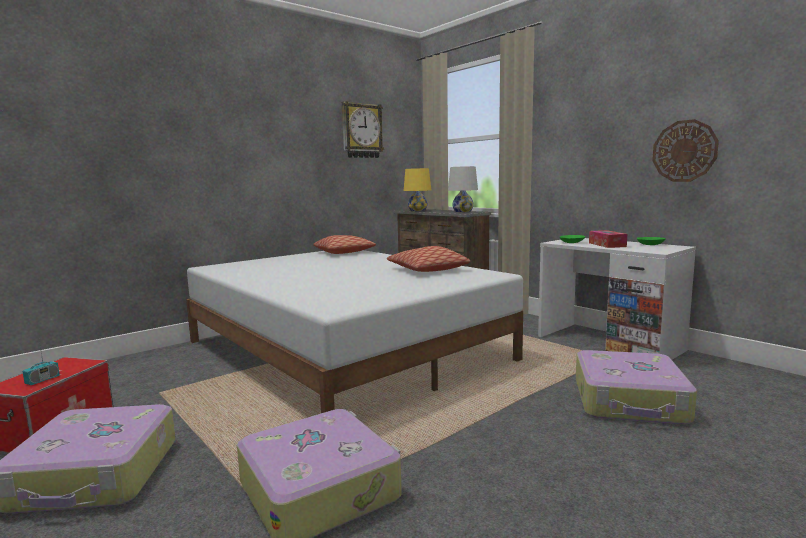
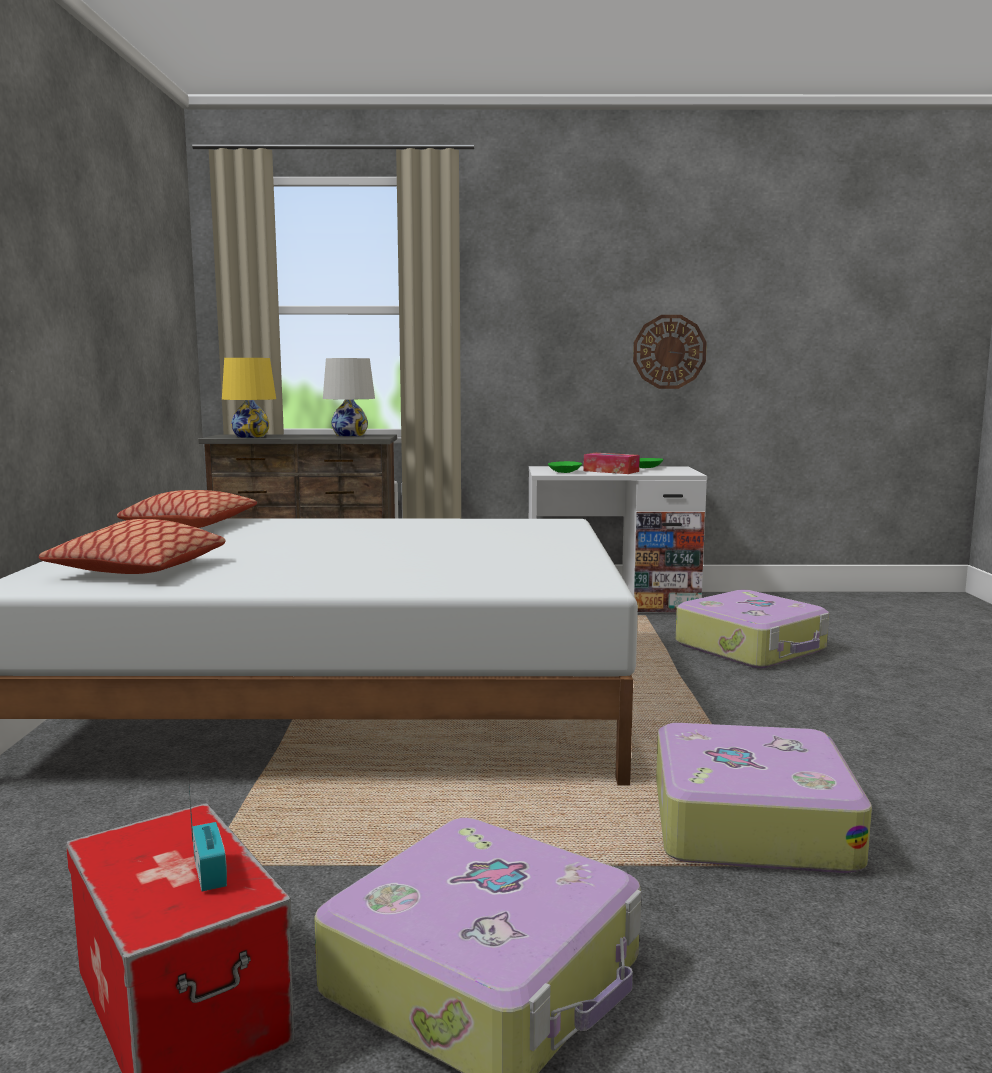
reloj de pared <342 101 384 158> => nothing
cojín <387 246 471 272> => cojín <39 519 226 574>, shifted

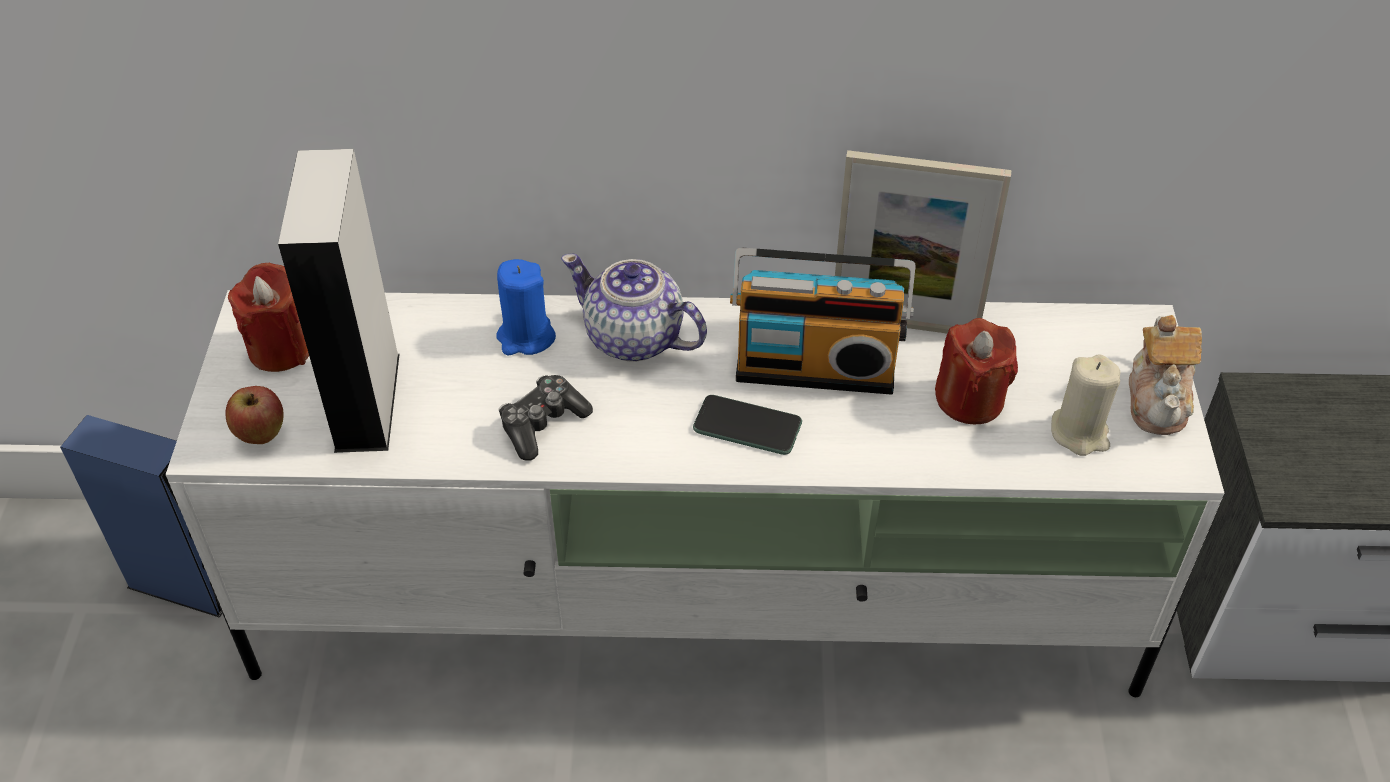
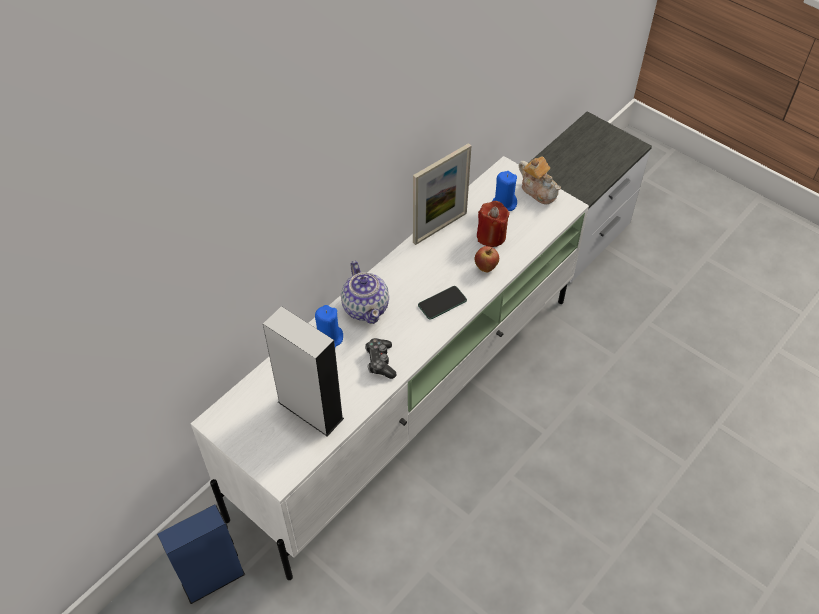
radio <730 248 916 395> => nothing
tetera <561 254 707 362> => tetera <341 261 389 324>, 90 degrees counterclockwise
vela/rojo <228 263 309 372> => nothing
vela/beis <1051 354 1120 456> => nothing
manzana <225 386 284 444> => manzana <475 246 499 272>, shifted
nothing => vela/azul <492 171 517 211>

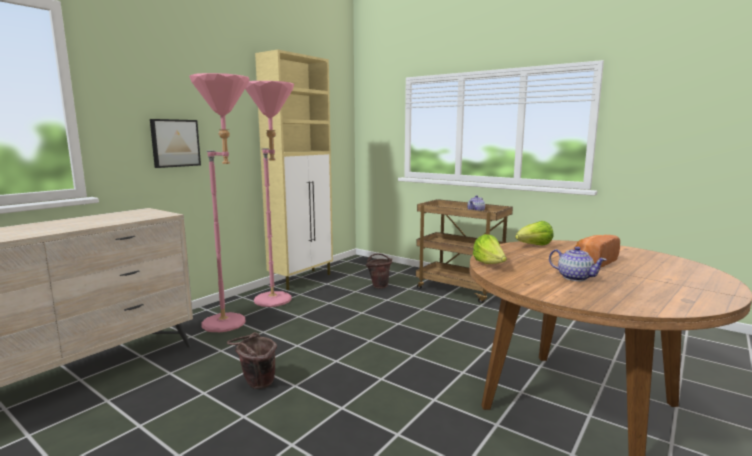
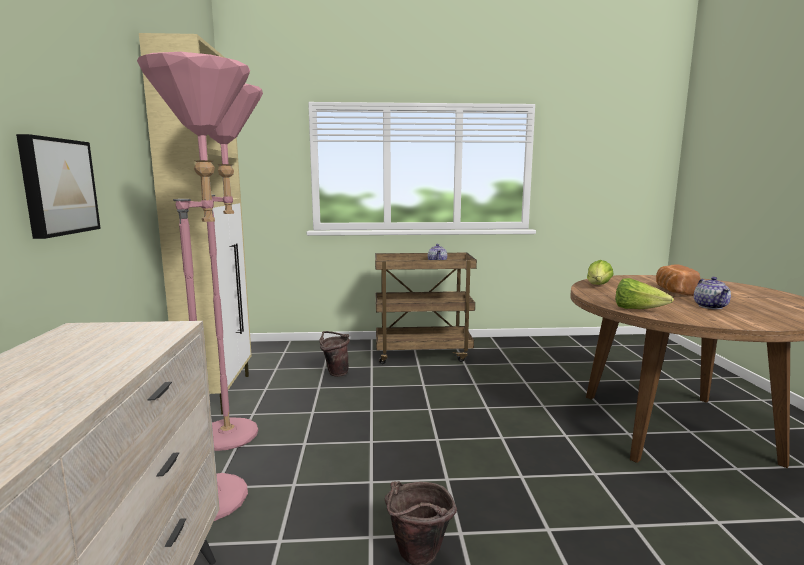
tetera <549 246 607 281> => tetera <694 277 731 309>, 90 degrees clockwise

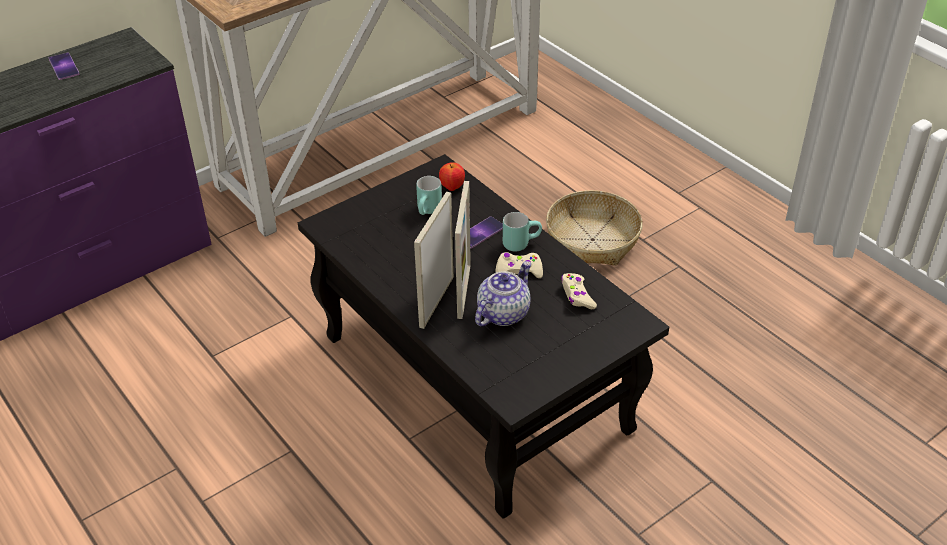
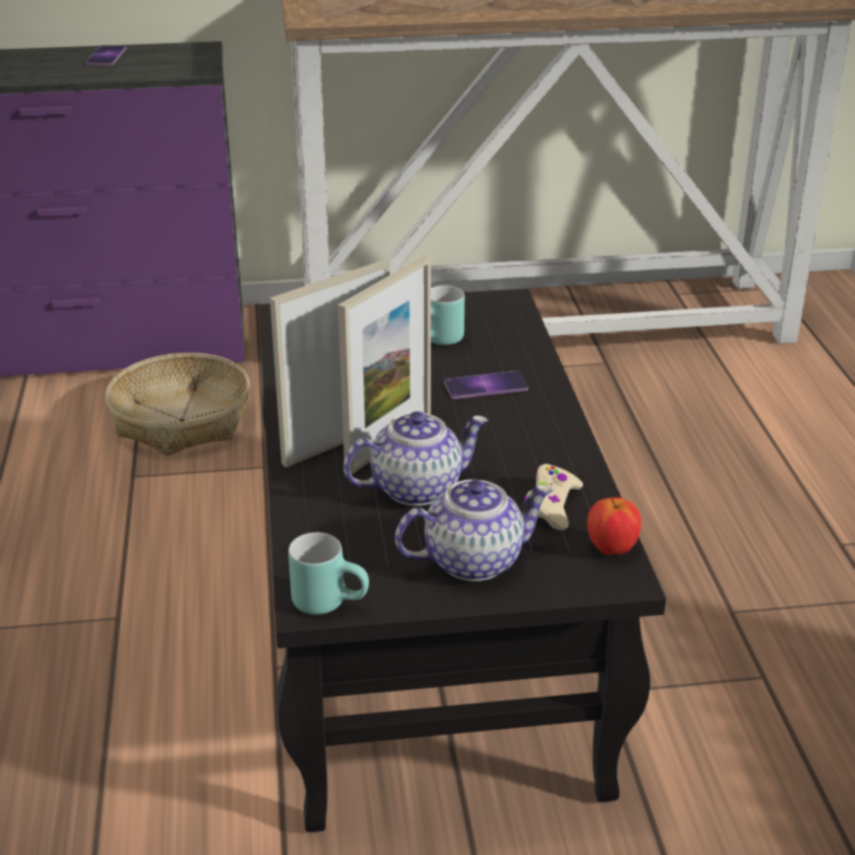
manzana <439 162 465 191> => manzana <587 497 641 556>, shifted
cesta <546 190 643 266> => cesta <106 353 250 456>, shifted
taza grande/turquesa <503 212 542 252> => taza grande/turquesa <288 532 369 615>, shifted
mando de consola/beis <495 252 543 278> => nothing
nothing => tetera <395 479 553 581>

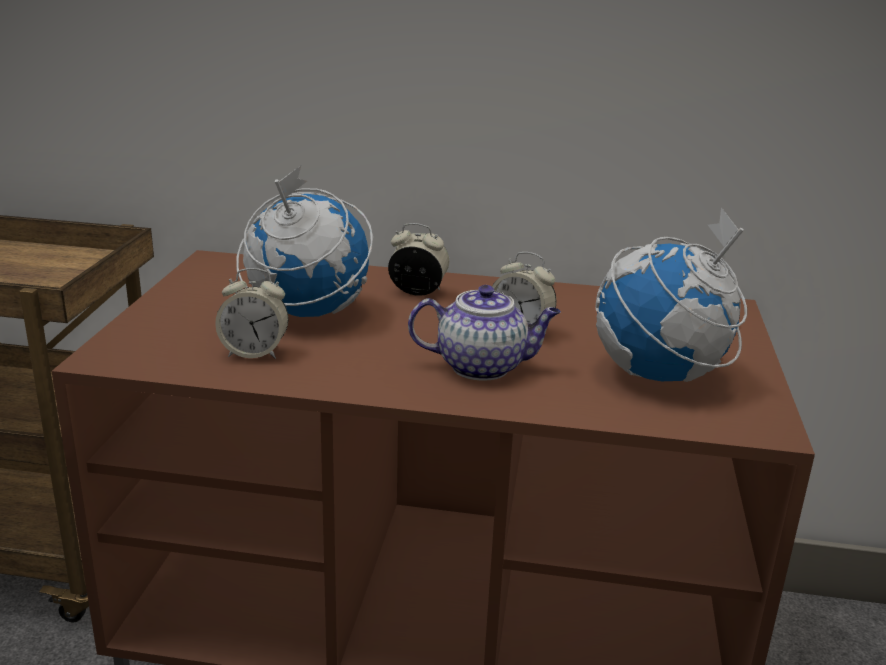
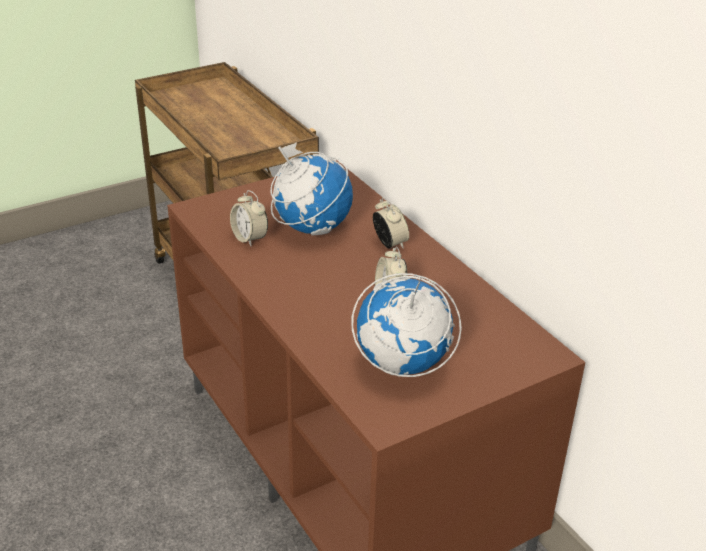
tetera <408 285 561 380> => nothing

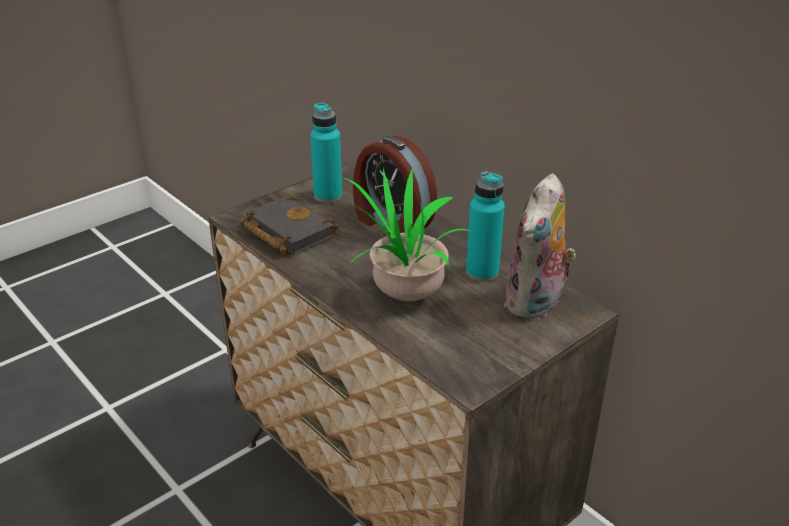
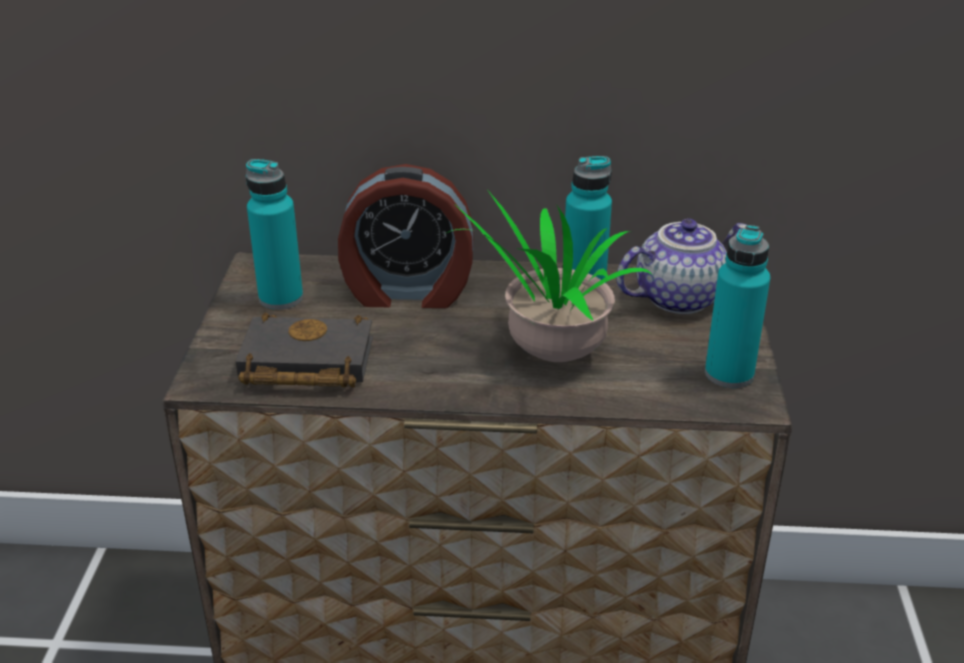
peluche <504 173 576 321> => tetera <617 219 747 314>
nothing => botella/turquesa <705 225 770 388>

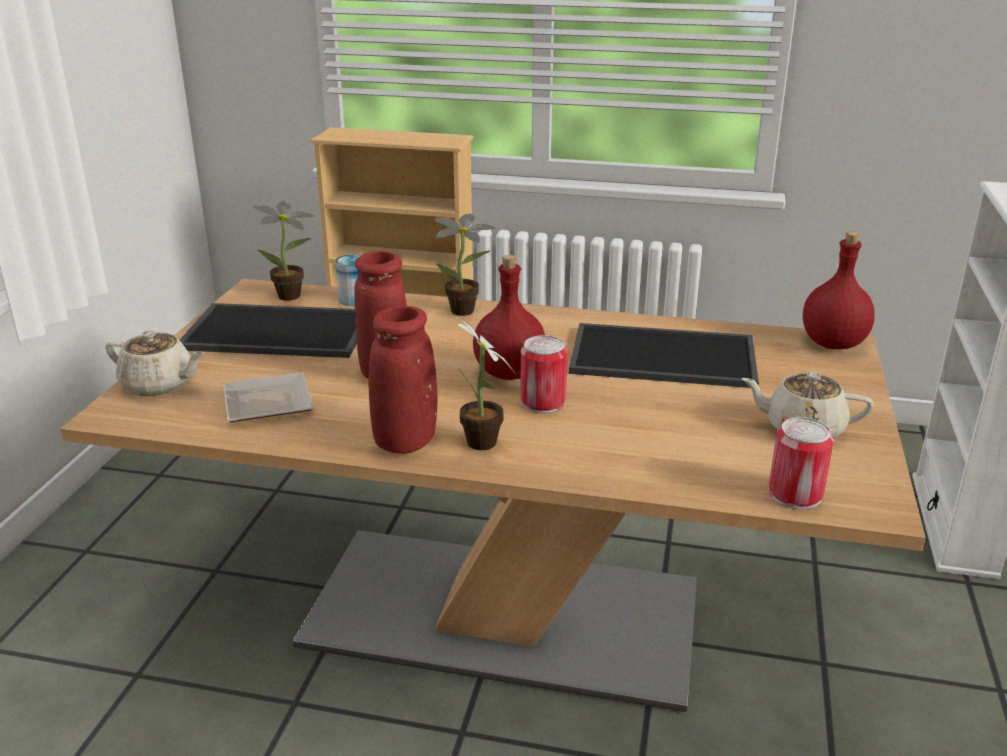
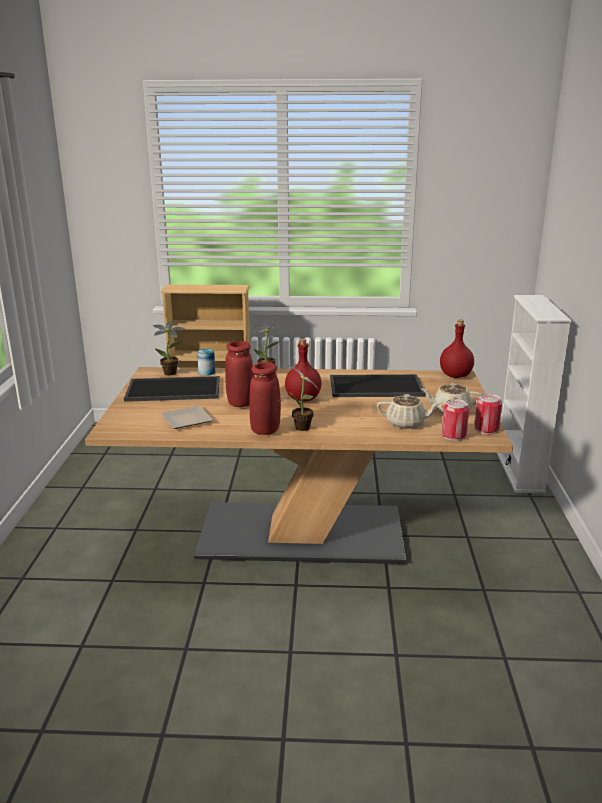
tetera/beis <105 331 205 396> => tetera/beis <377 394 441 429>, shifted
lata <520 335 568 413> => lata <474 394 502 434>, shifted

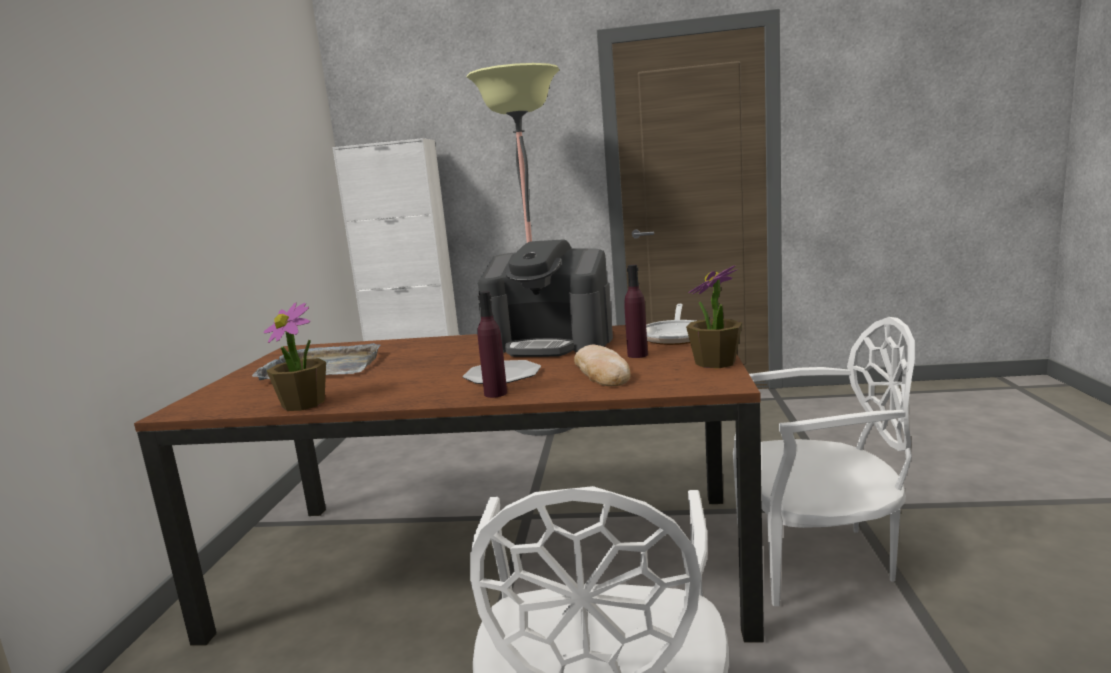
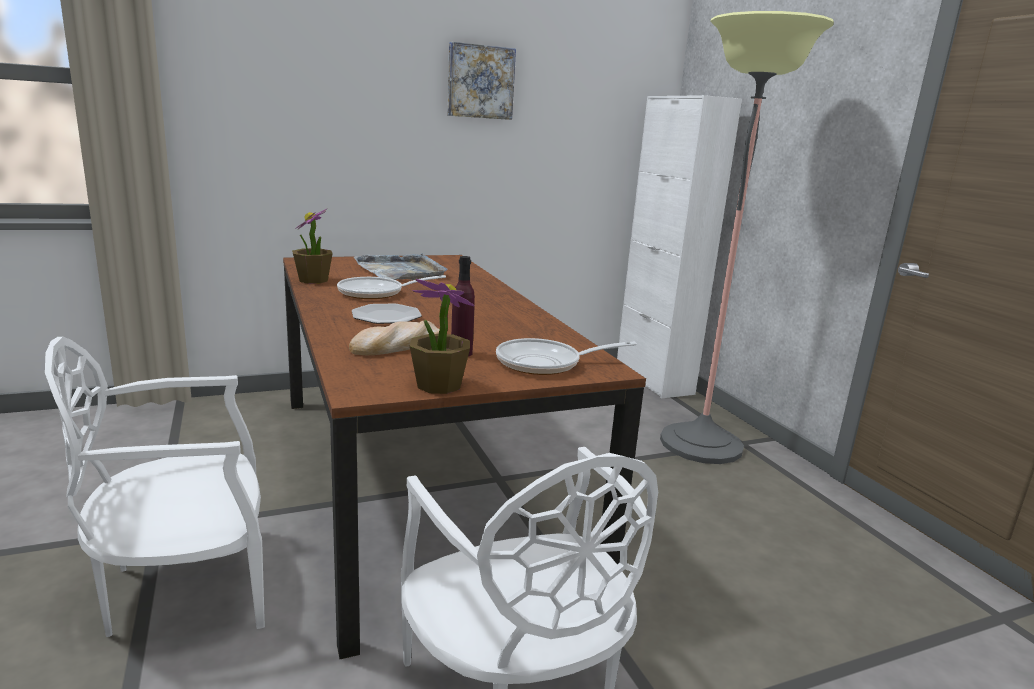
cafetera <478 239 613 357> => nothing
botella/morado <477 291 507 398> => nothing
nothing => cuadro <447 42 516 120>
nothing => sartén <337 275 446 299>

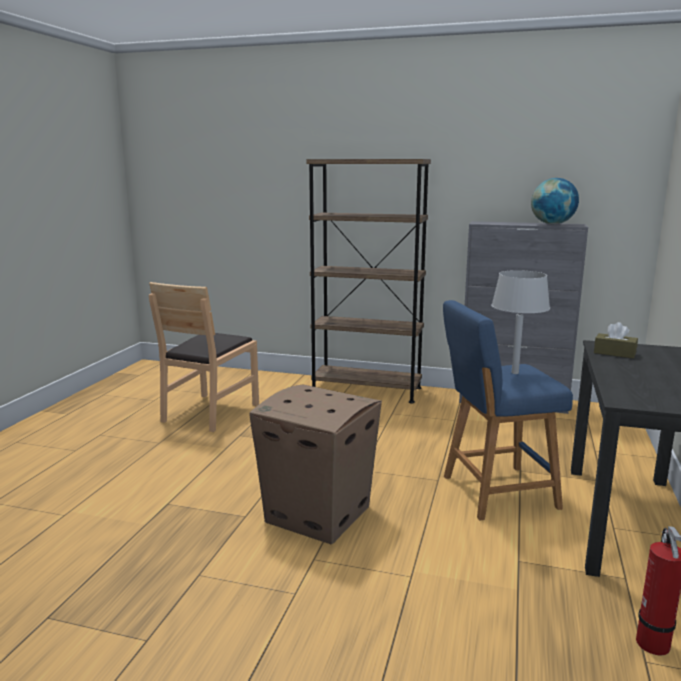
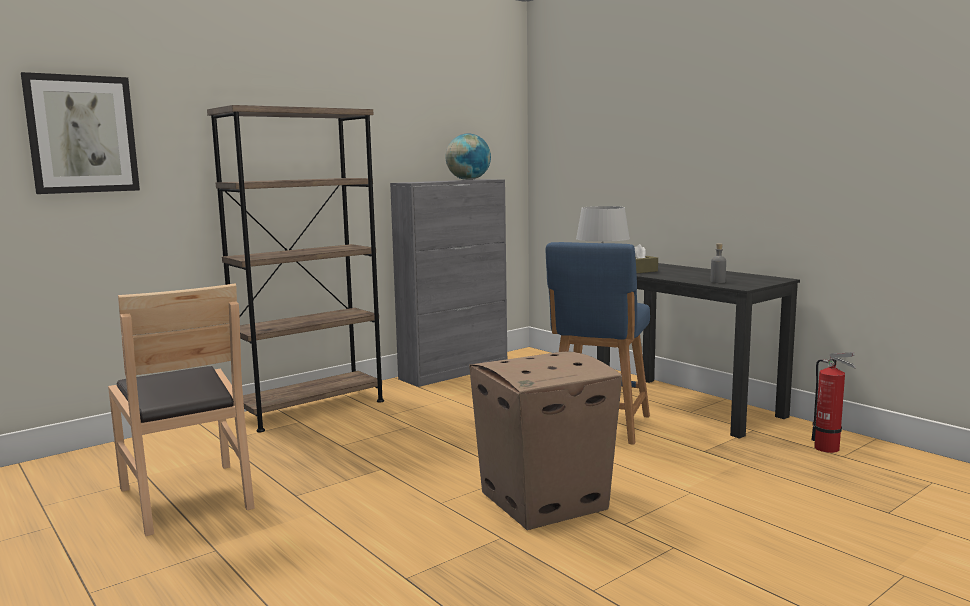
nothing => cuadro <21 72 140 194>
nothing => botella/gris <711 244 726 283>

